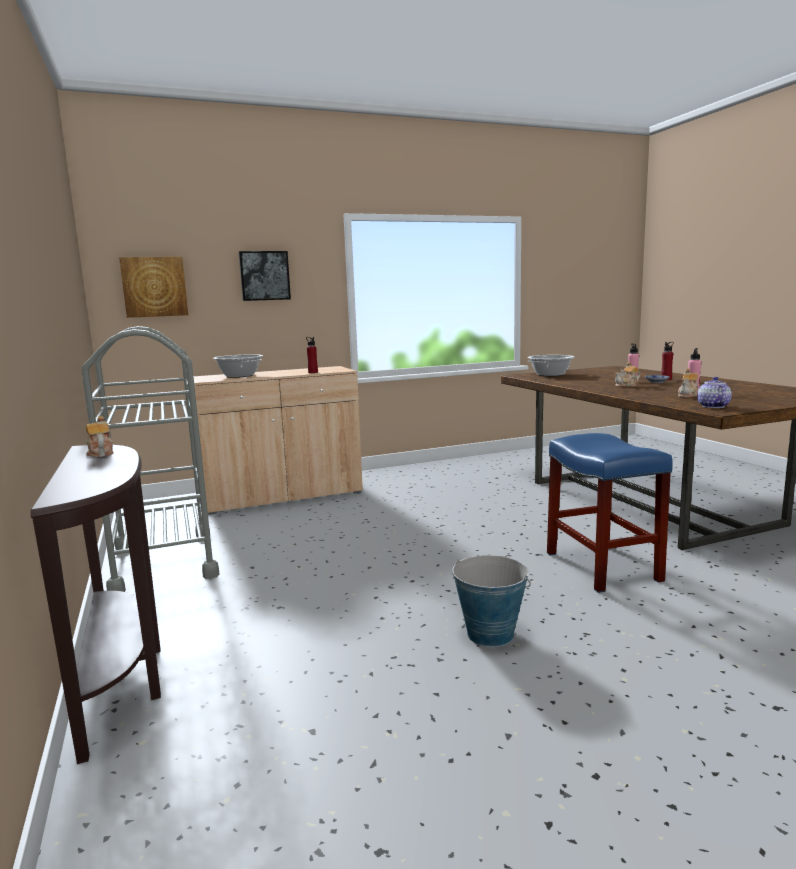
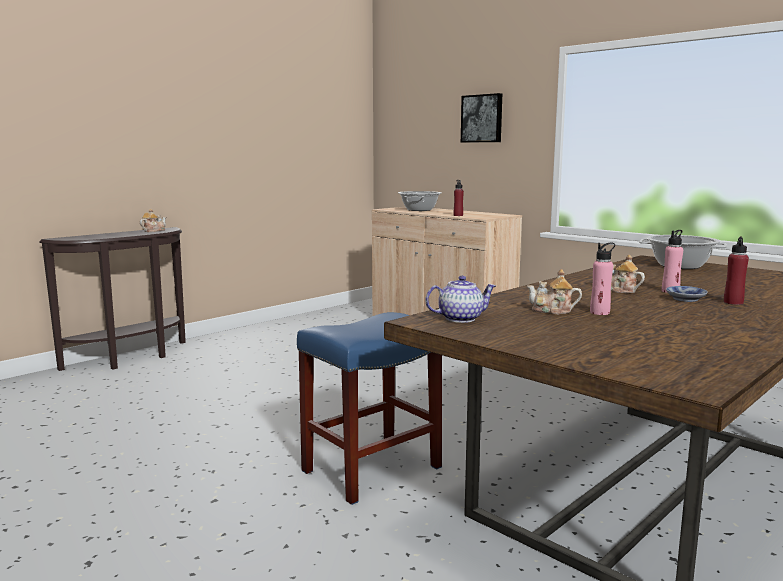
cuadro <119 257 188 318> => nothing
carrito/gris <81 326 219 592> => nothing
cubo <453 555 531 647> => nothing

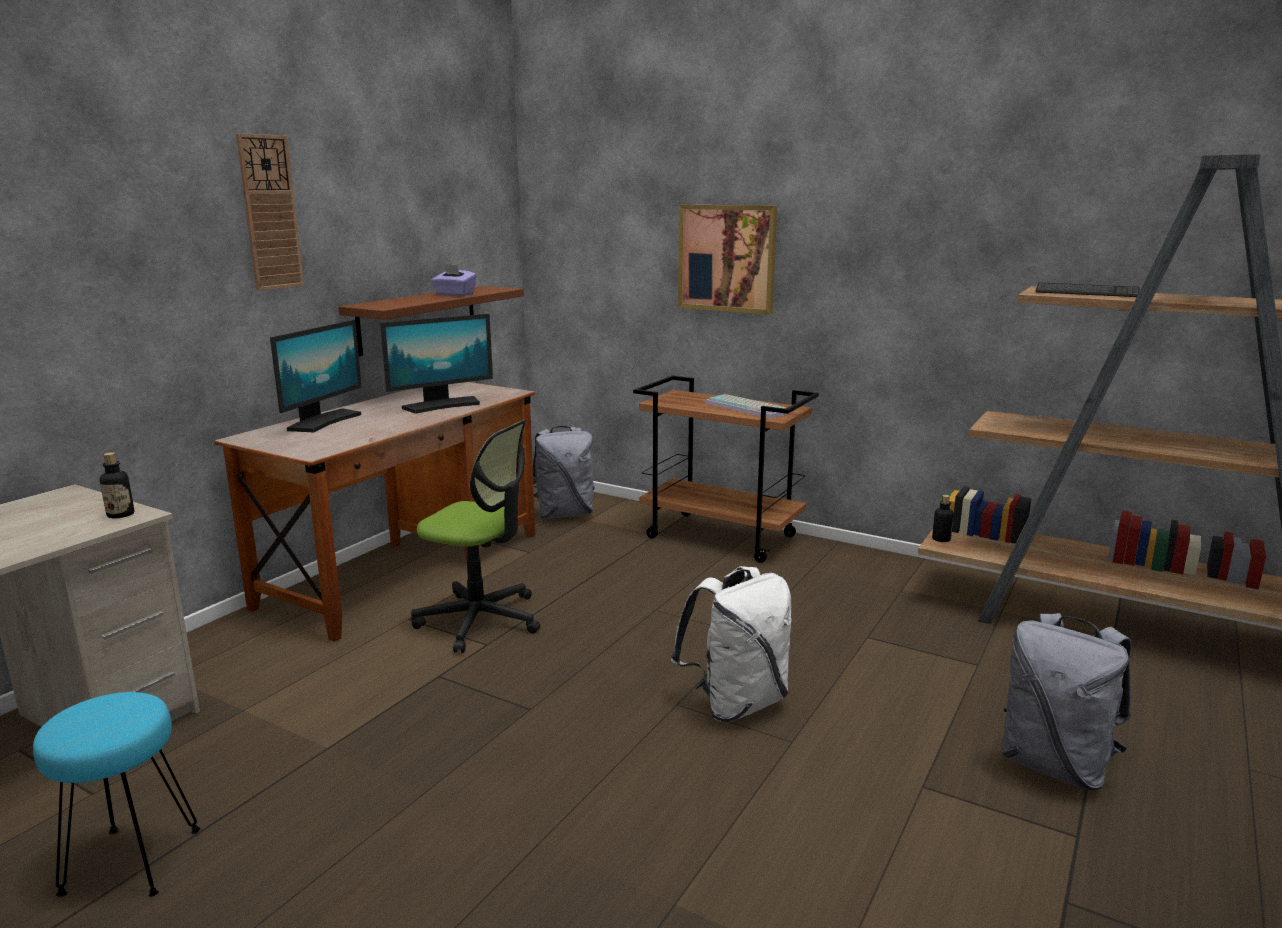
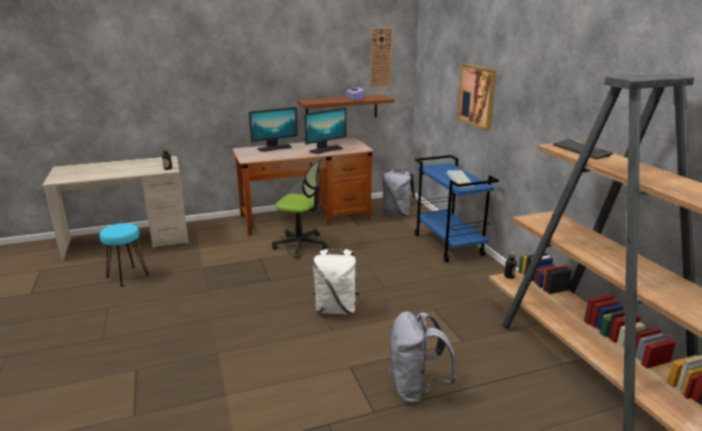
reloj de pared <236 133 304 291> => reloj de pared <371 28 392 88>, shifted
monitor <380 314 493 414> => monitor <304 108 346 154>, 45 degrees counterclockwise
carrito/marrón <633 376 819 563> => carrito/azul <415 155 499 262>
silla de oficina <411 420 540 653> => silla de oficina <272 158 329 258>, 45 degrees counterclockwise

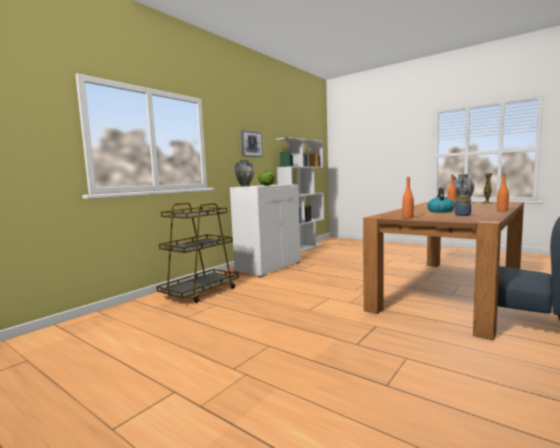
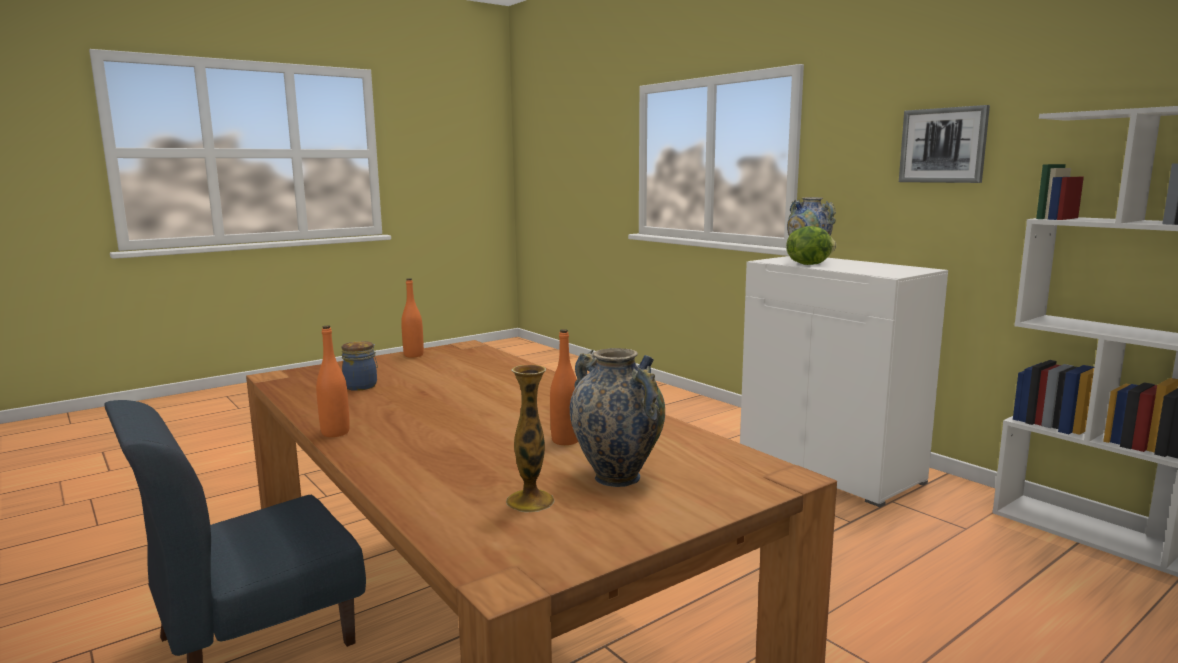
hervidor <427 188 455 213> => nothing
carrito/marrón <156 203 239 303> => nothing

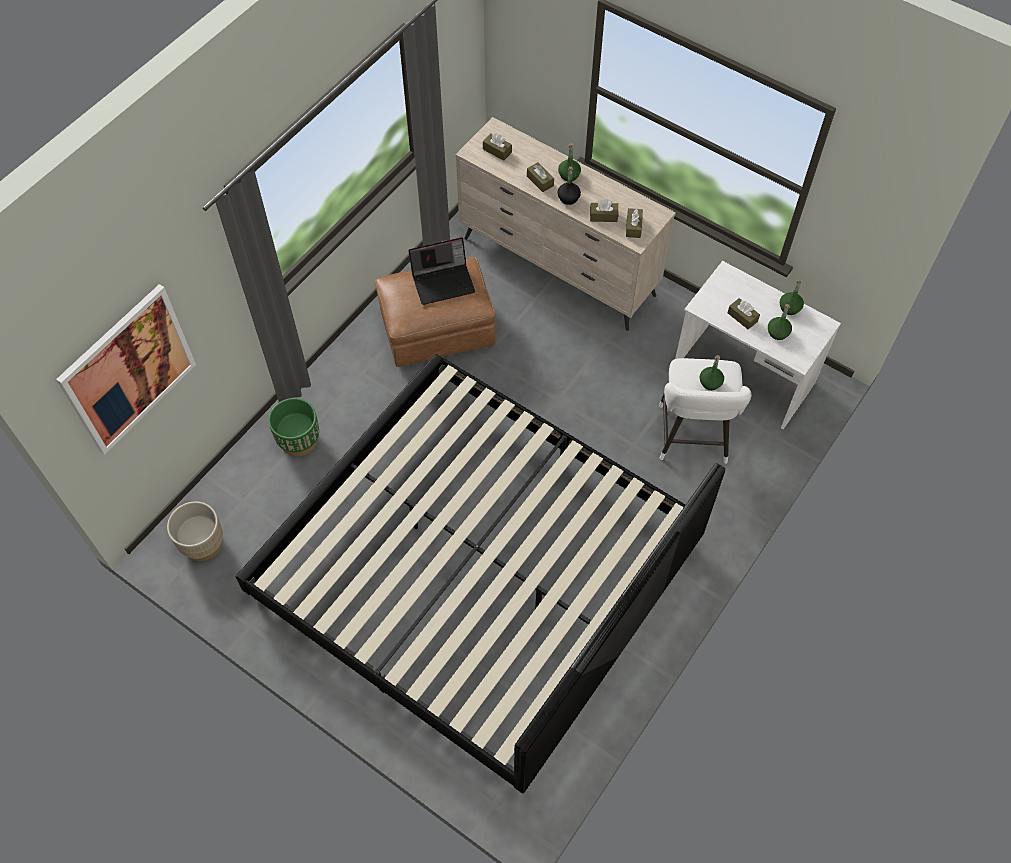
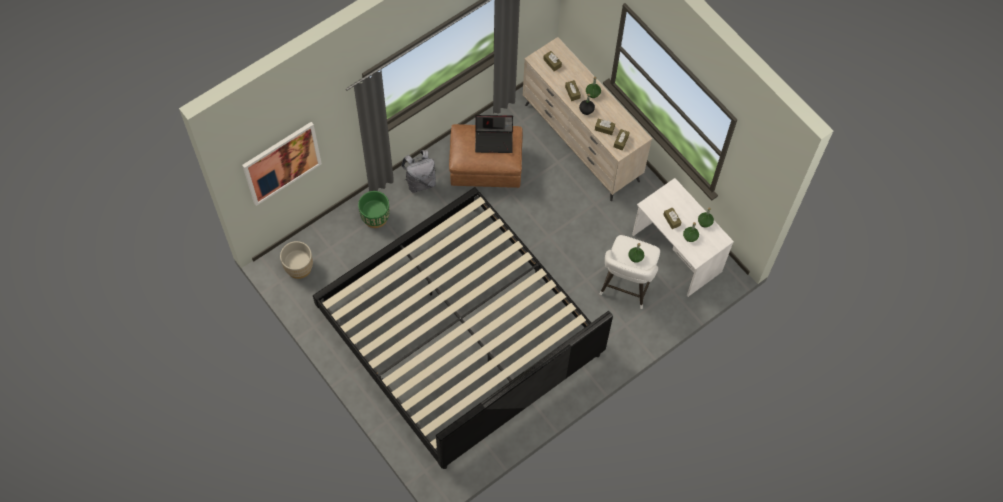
nothing => mochila/gris <401 150 436 193>

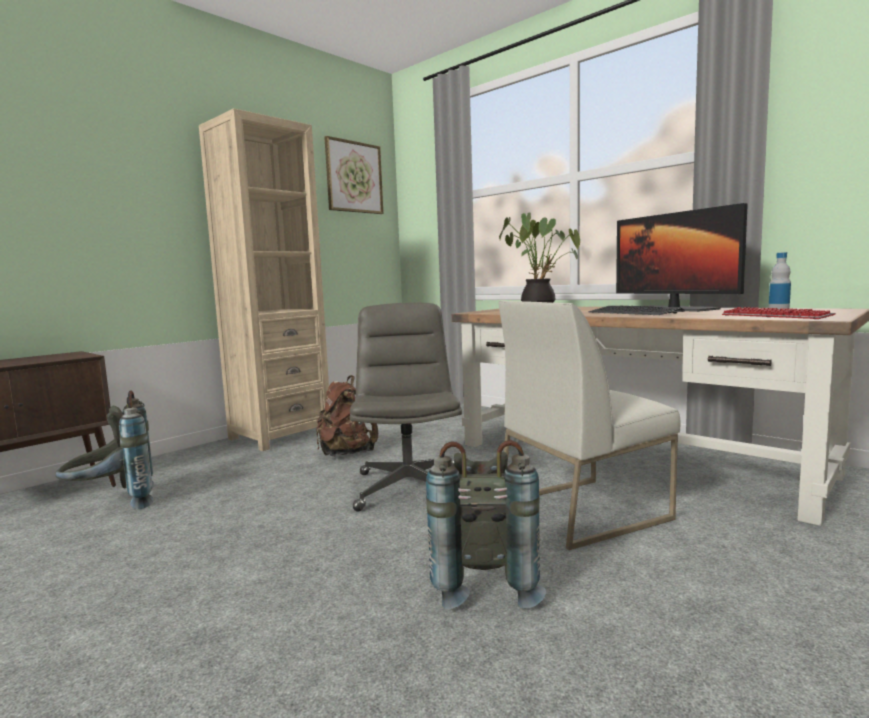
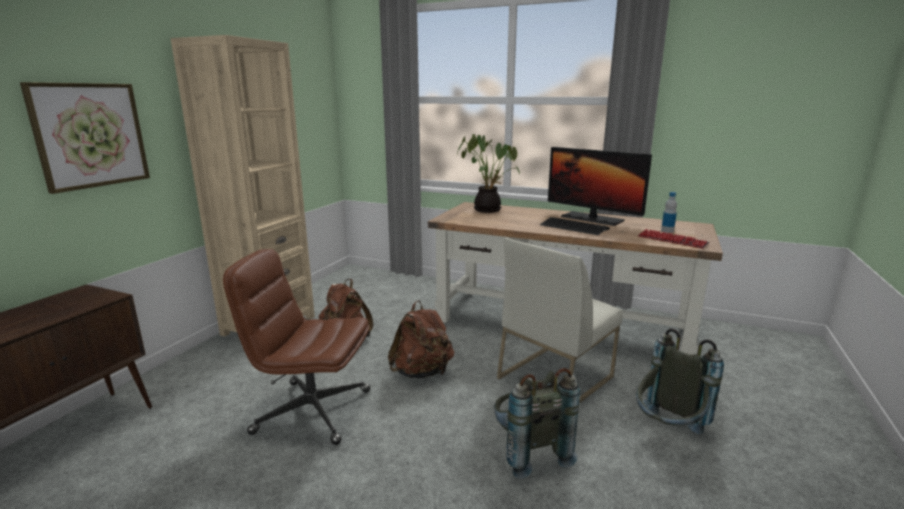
cuadro <324 136 384 214> => cuadro <20 82 150 194>, shifted
silla de oficina/gris <350 302 462 512> => mochila/marrón <388 300 454 378>
mochila/gris <55 390 154 509> => mochila/gris <636 329 724 434>, shifted
nothing => silla de oficina/marrón <223 249 371 445>

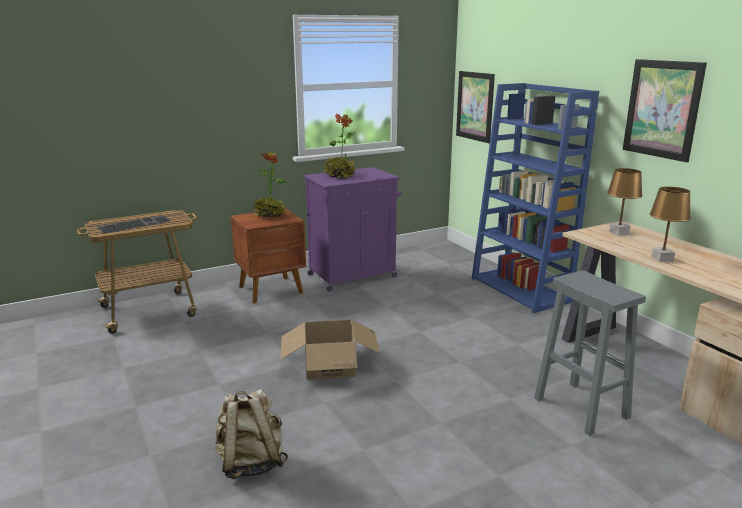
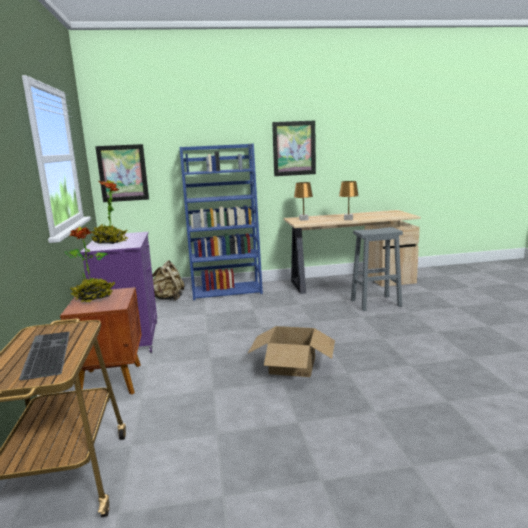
mochila/beis <215 389 288 479> => mochila/beis <152 260 185 301>, shifted

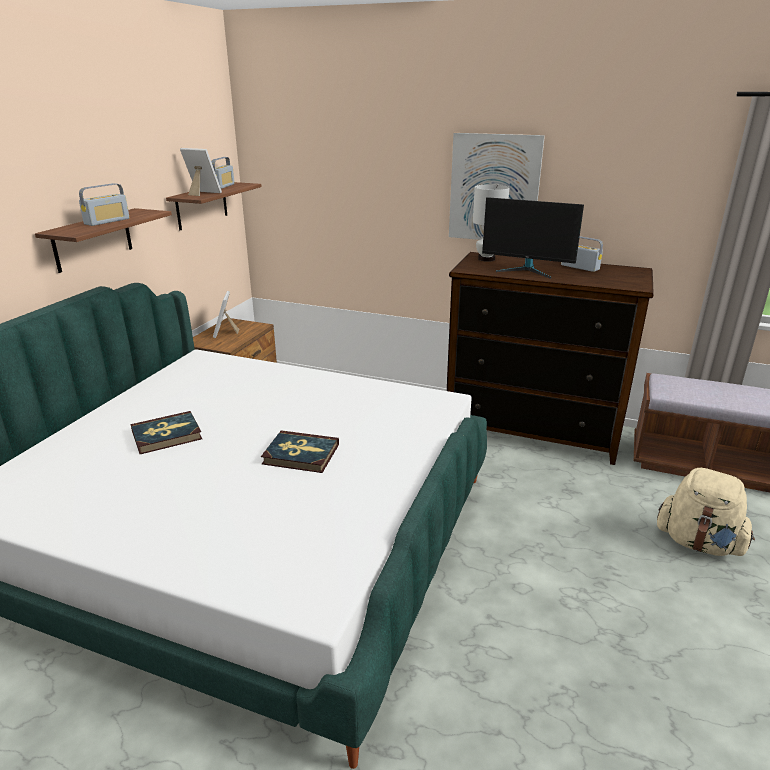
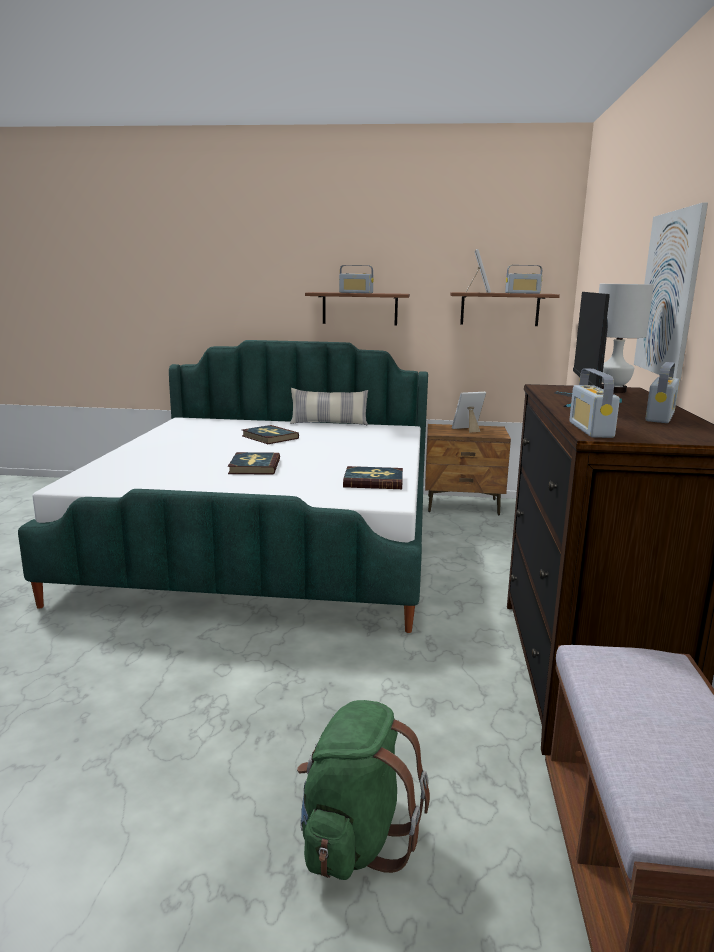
mochila/beis <657 468 755 556> => mochila/verde <297 700 430 880>
nothing => radio <569 369 620 438>
nothing => cojín <290 388 368 425>
nothing => libro <343 466 403 489>

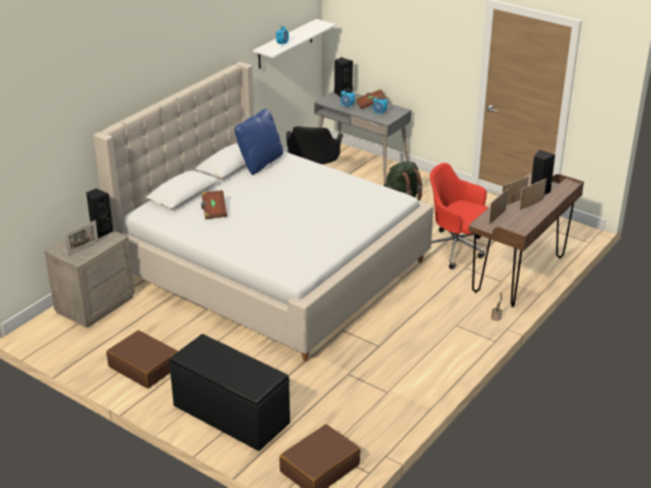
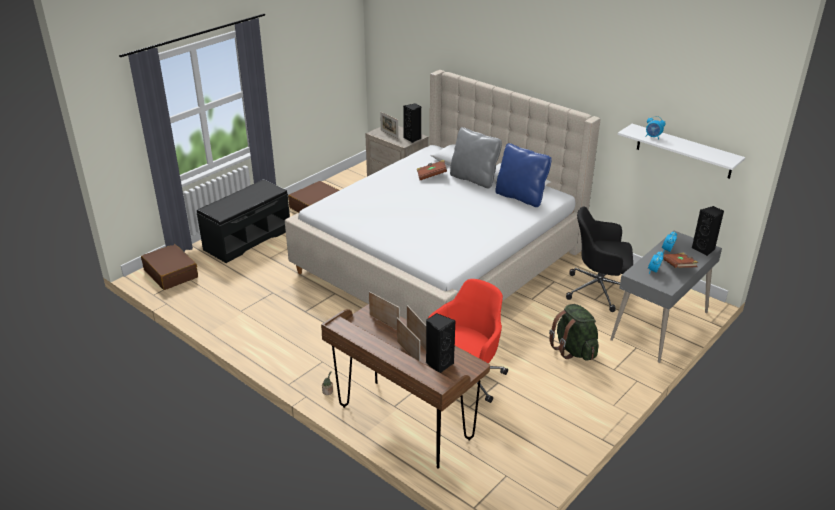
nothing => cojín/gris <450 127 502 189>

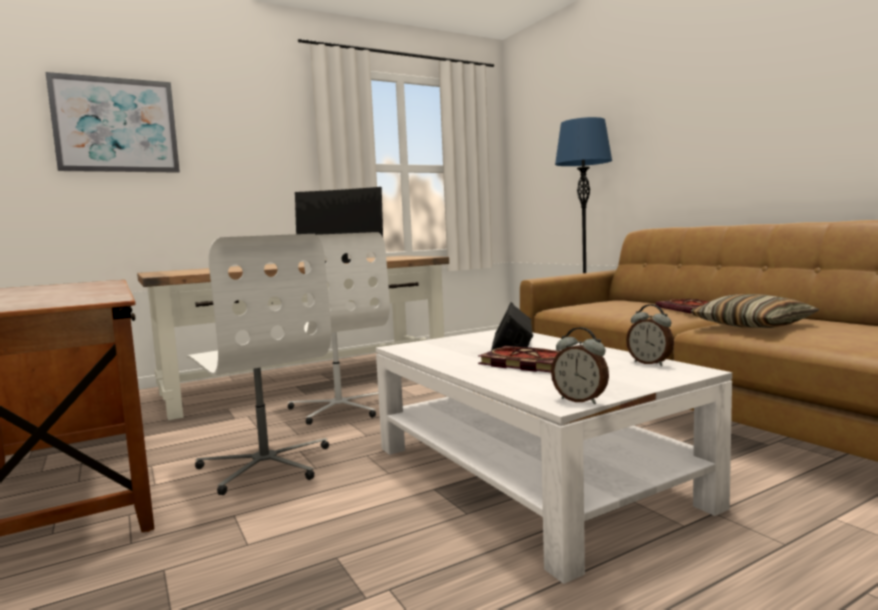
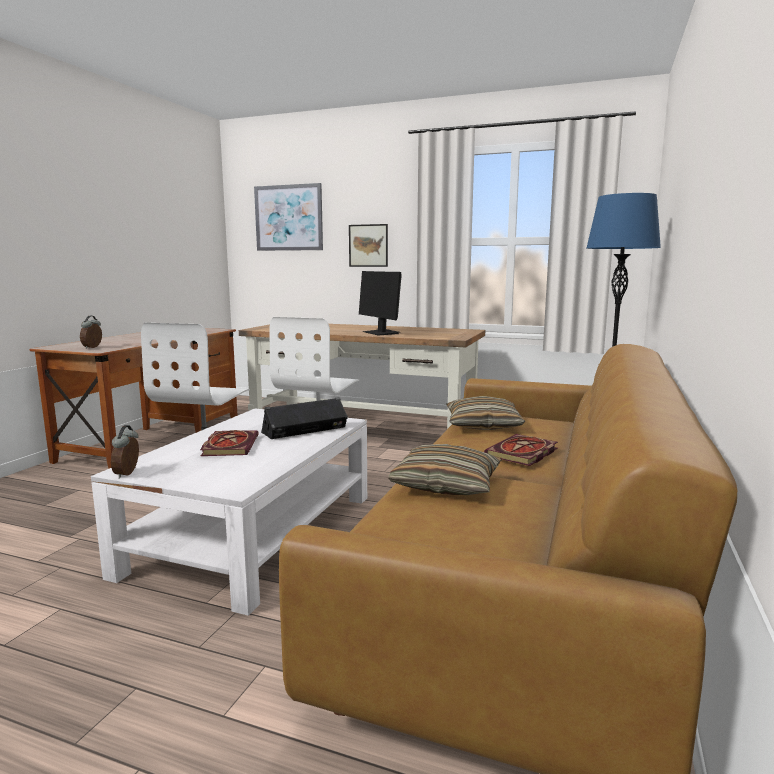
despertador <626 304 674 366> => despertador <80 315 102 349>, shifted
nothing => cuadro <349 224 388 267>
nothing => cojín <446 396 525 430>

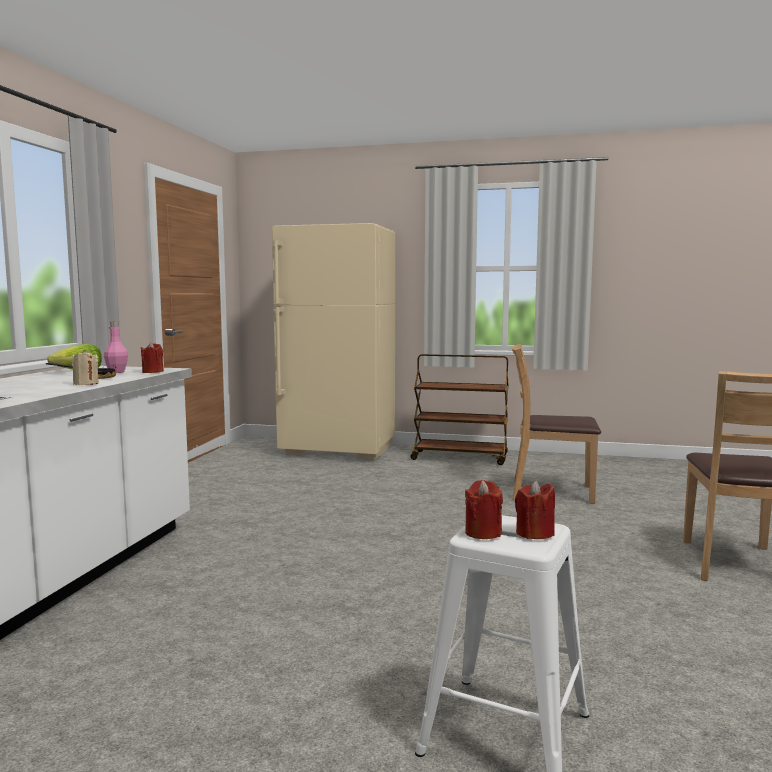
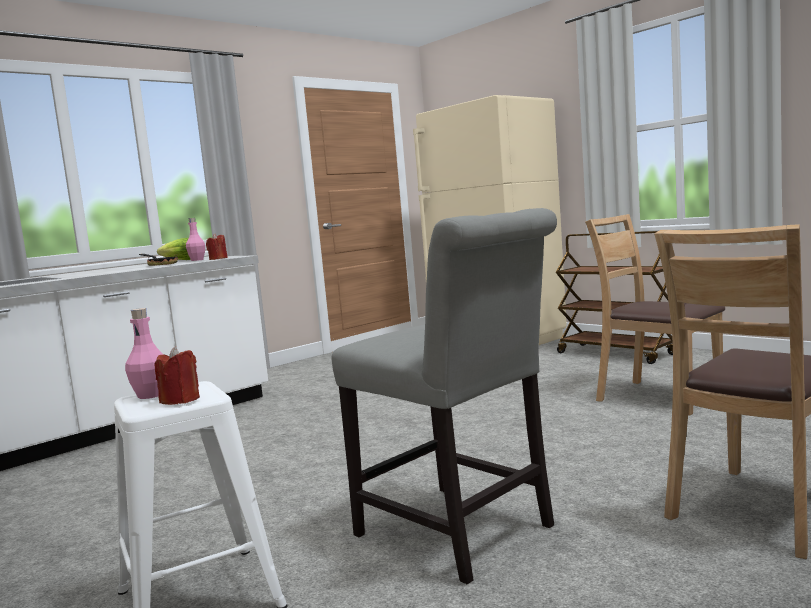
vela/beis <72 349 99 385> => nothing
vela/rojo <465 480 503 539> => botella/rosa <125 308 164 399>
nothing => silla/gris <332 208 557 584>

